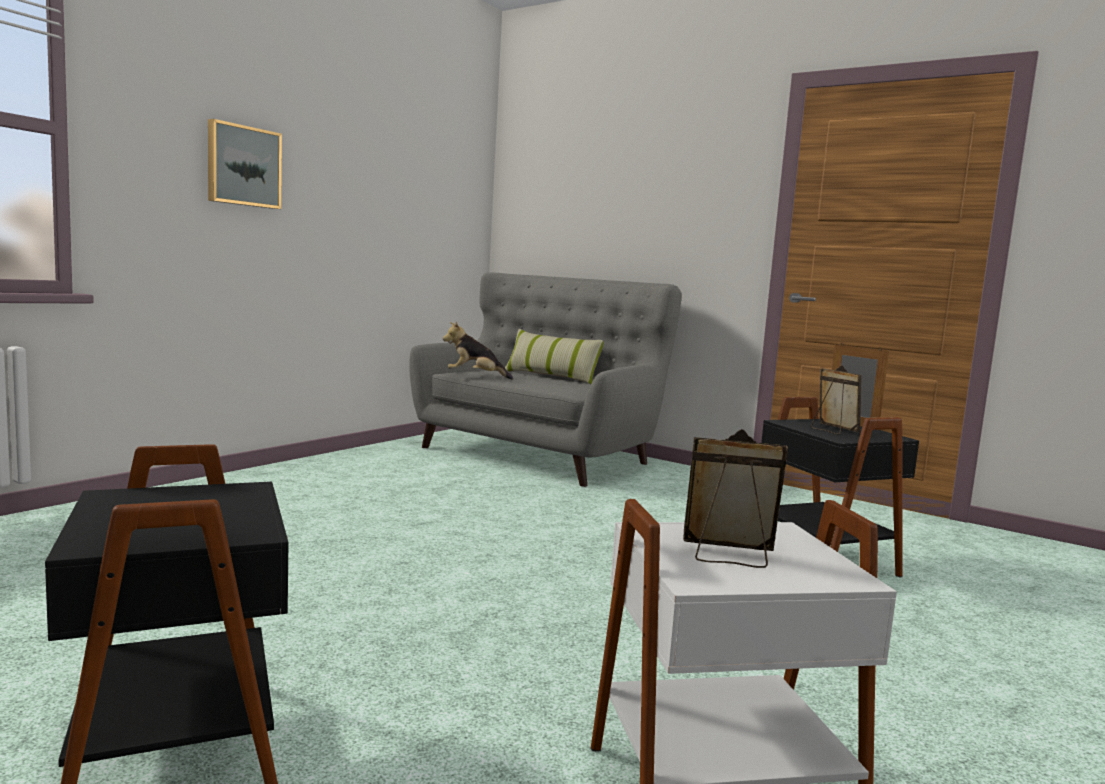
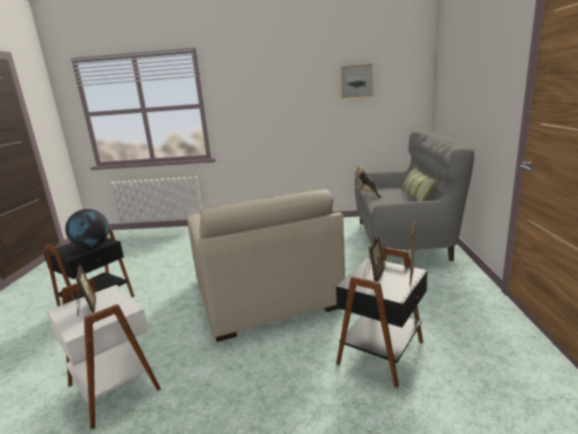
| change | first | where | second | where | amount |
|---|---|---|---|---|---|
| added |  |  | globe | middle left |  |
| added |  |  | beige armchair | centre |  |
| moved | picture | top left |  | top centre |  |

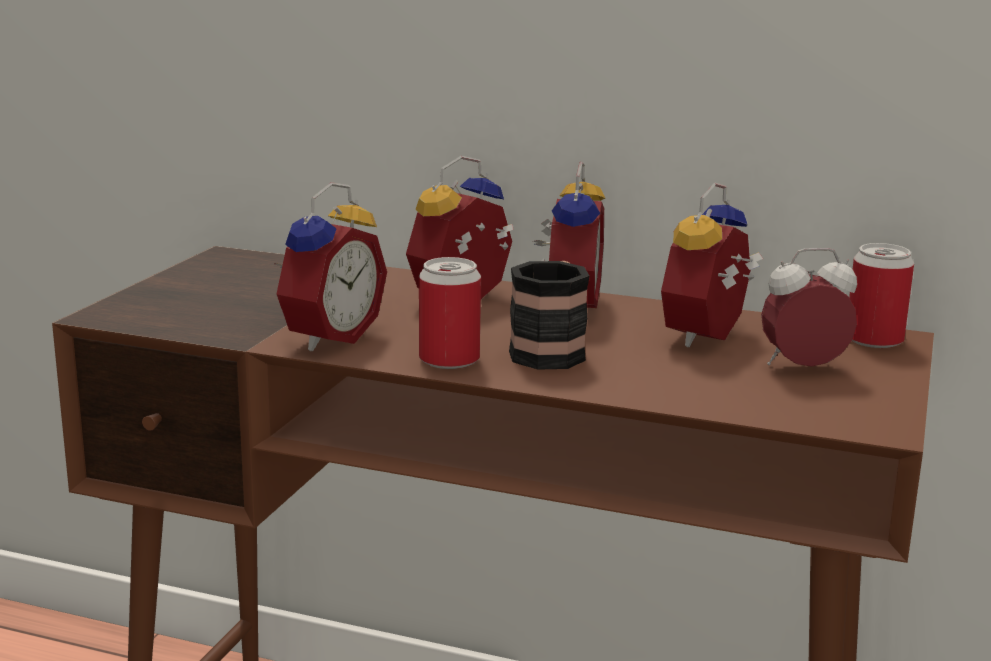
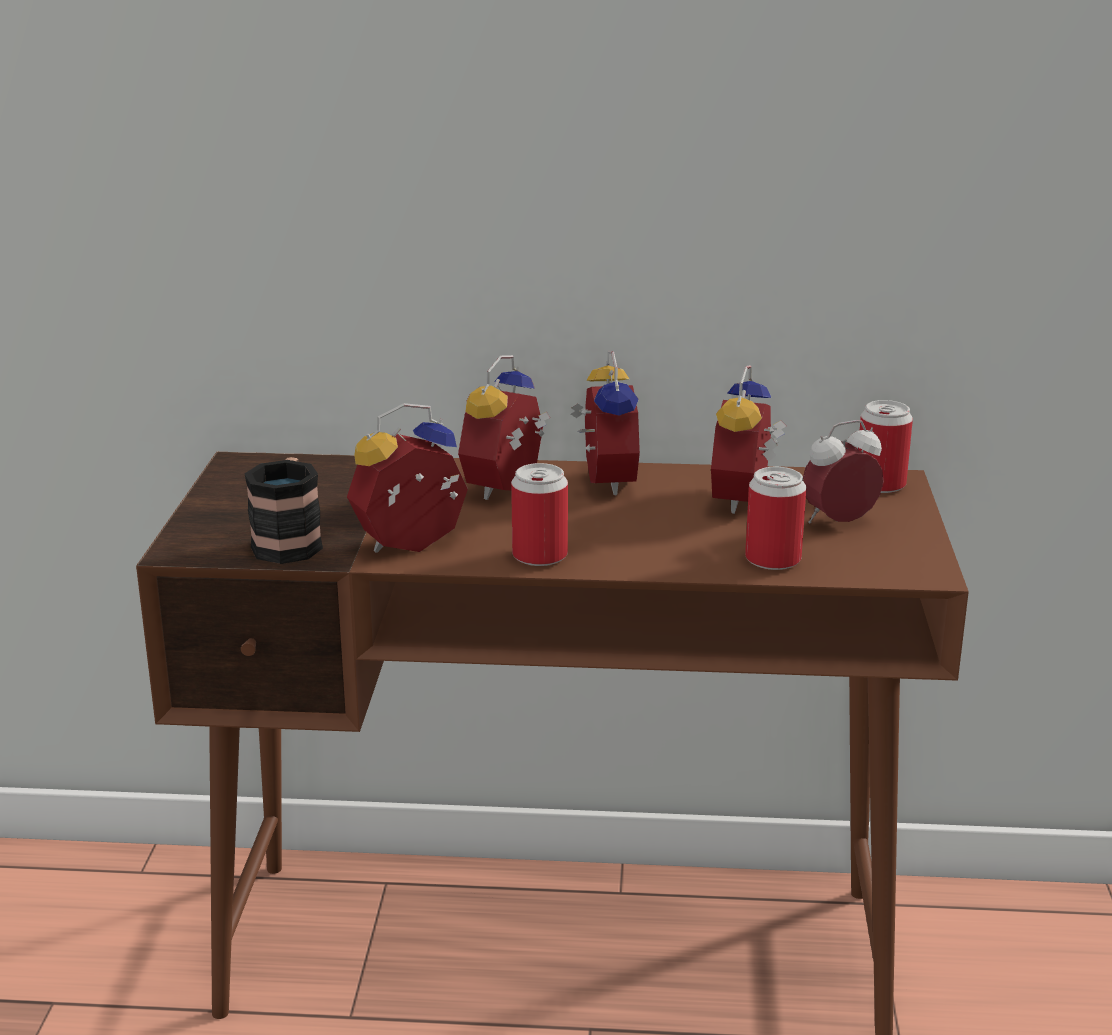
| change | first | where | second | where | amount |
|---|---|---|---|---|---|
| moved | mug | centre |  | middle left |  |
| turned | alarm clock (1st from left) | middle left |  | centre | 135 degrees counterclockwise |
| added |  |  | can (2nd from left) | middle right |  |

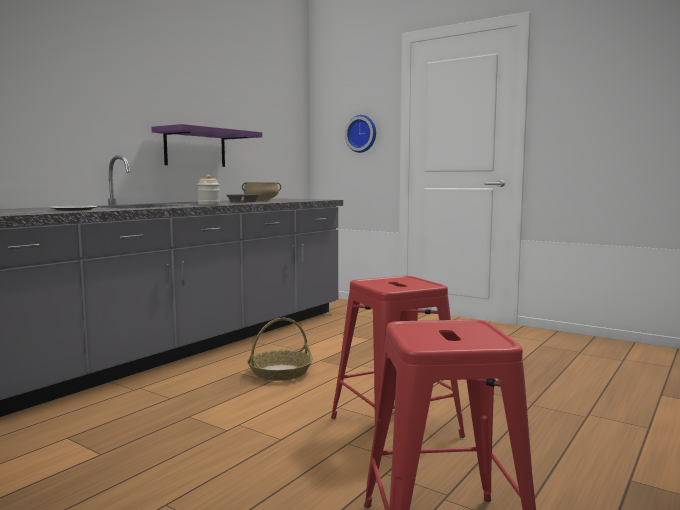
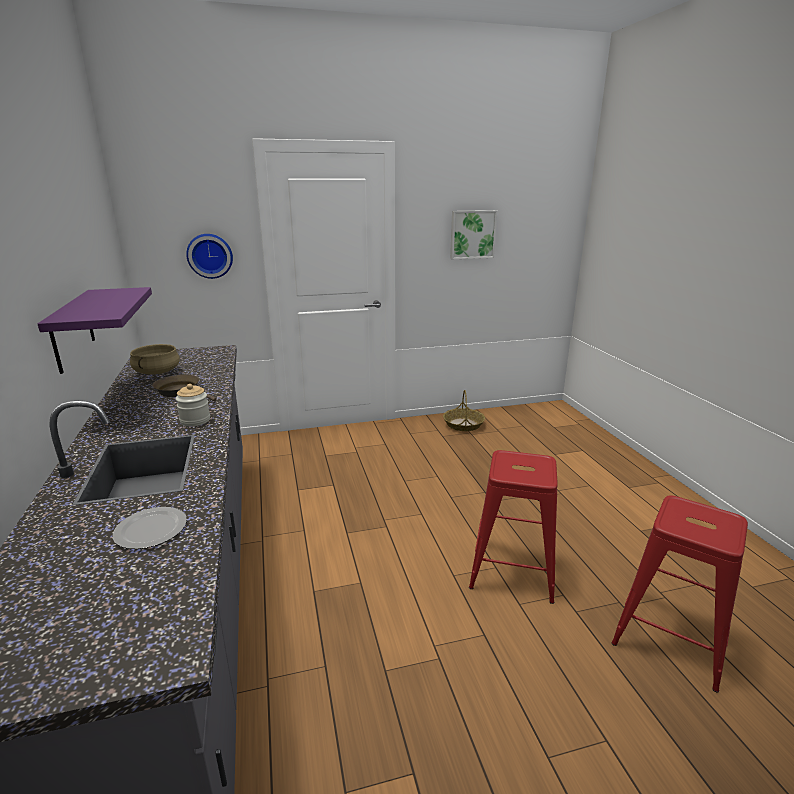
| change | first | where | second | where | amount |
|---|---|---|---|---|---|
| moved | basket | bottom centre |  | centre |  |
| added |  |  | picture | top centre |  |

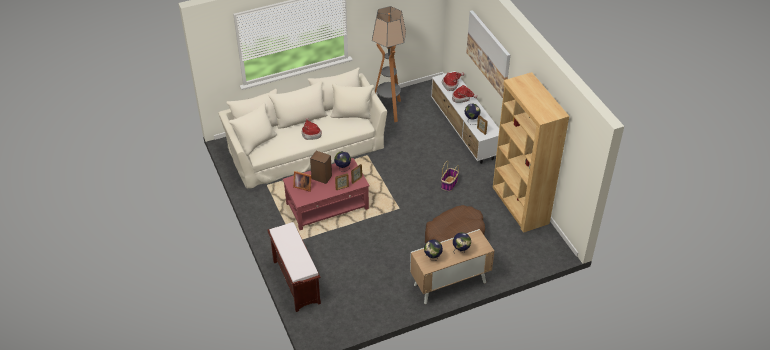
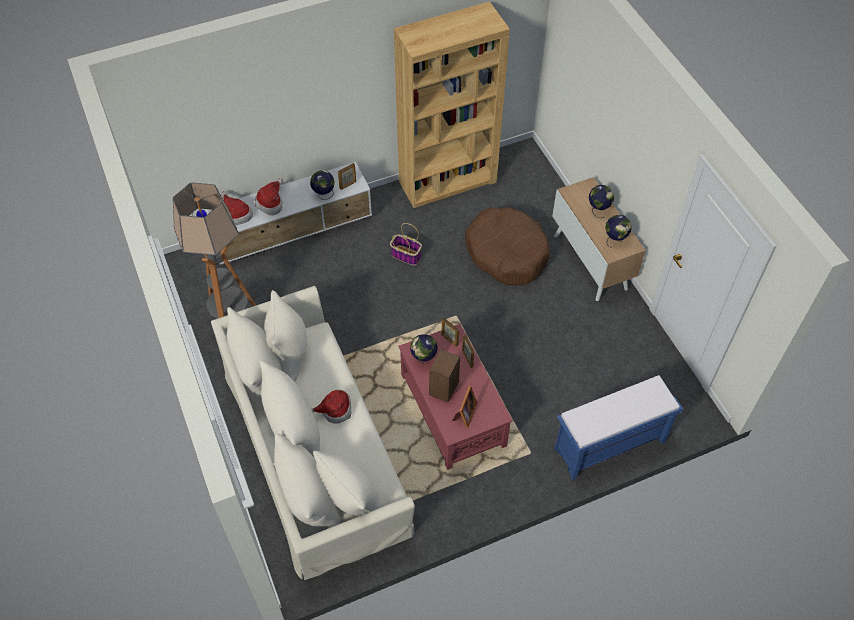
| change | first | where | second | where | amount |
|---|---|---|---|---|---|
| recoloured | brown bench | bottom centre | blue bench | bottom right |  |
| removed | picture | top centre |  |  |  |

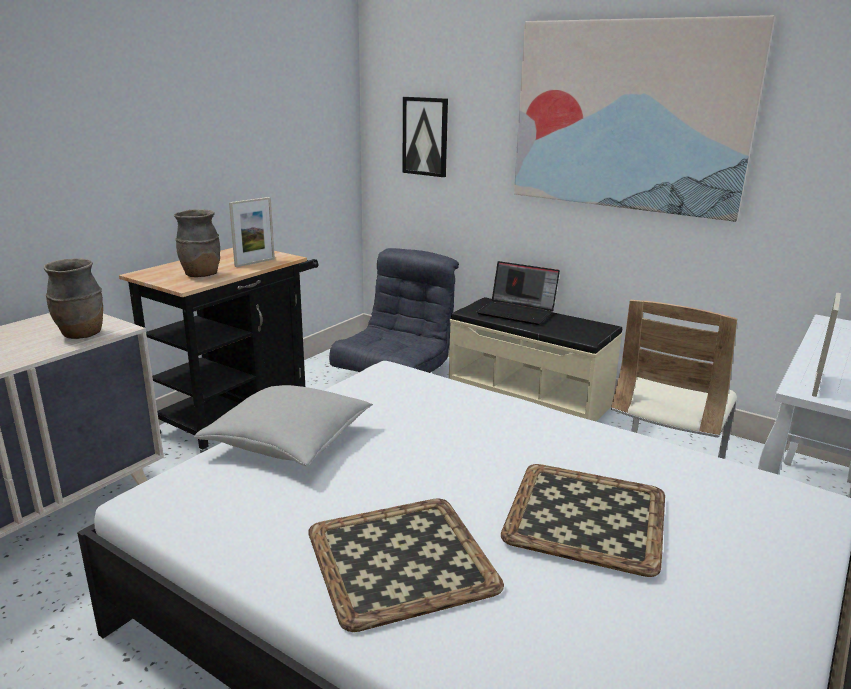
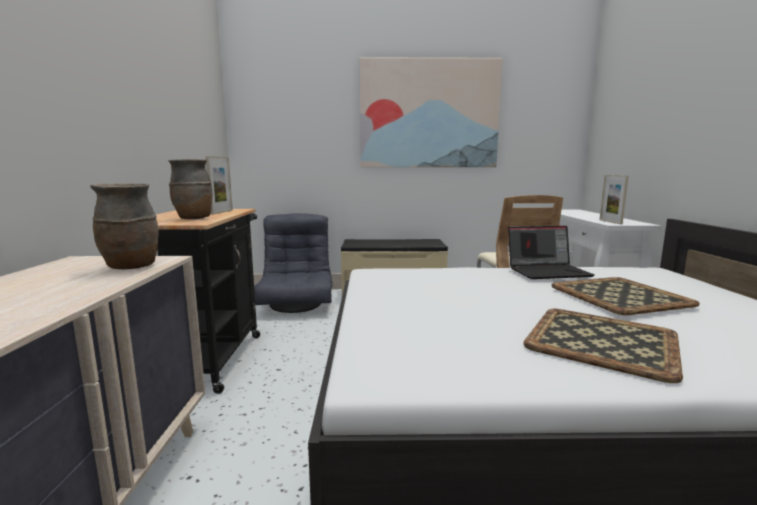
| change | first | where | second | where | amount |
|---|---|---|---|---|---|
| moved | laptop | centre |  | middle right |  |
| removed | grey pillow | middle left |  |  |  |
| removed | picture (1st from left) | top centre |  |  |  |

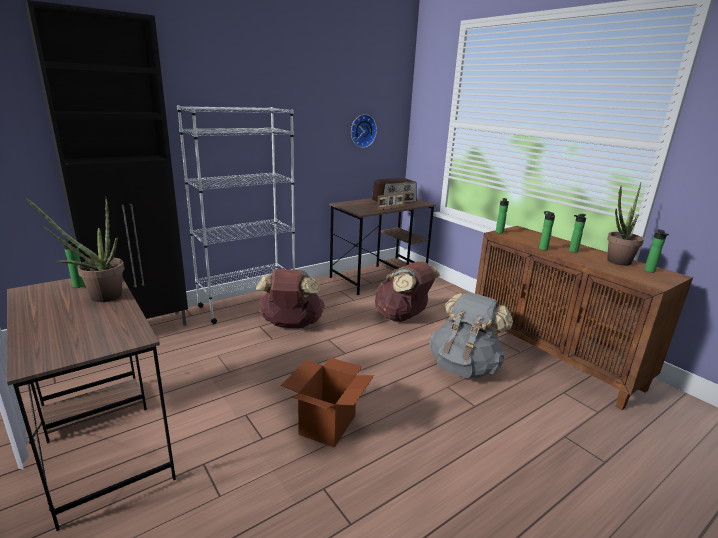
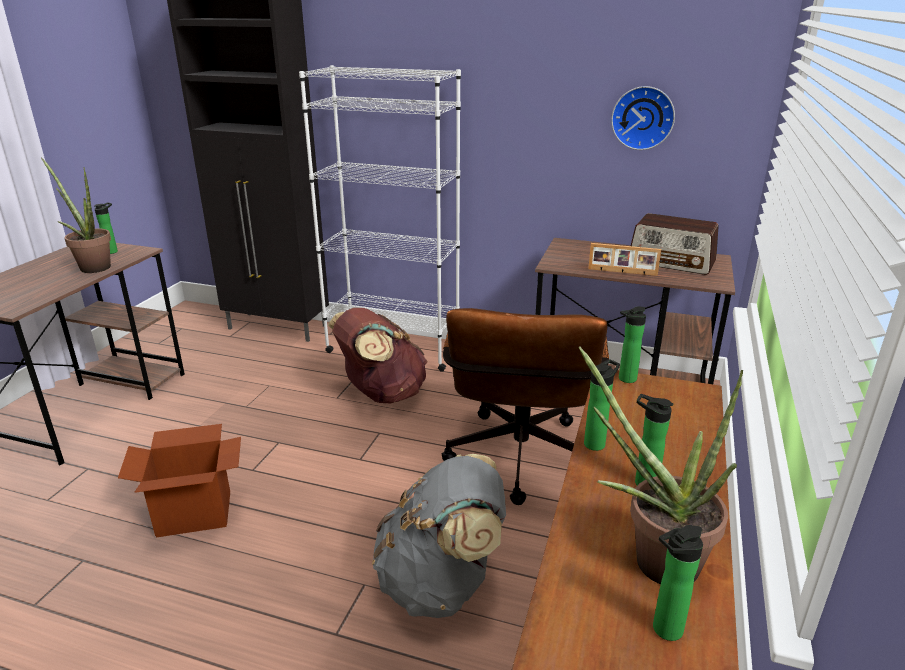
| change | first | where | second | where | amount |
|---|---|---|---|---|---|
| replaced | brown backpack (2nd from left) | centre | brown office chair | centre |  |

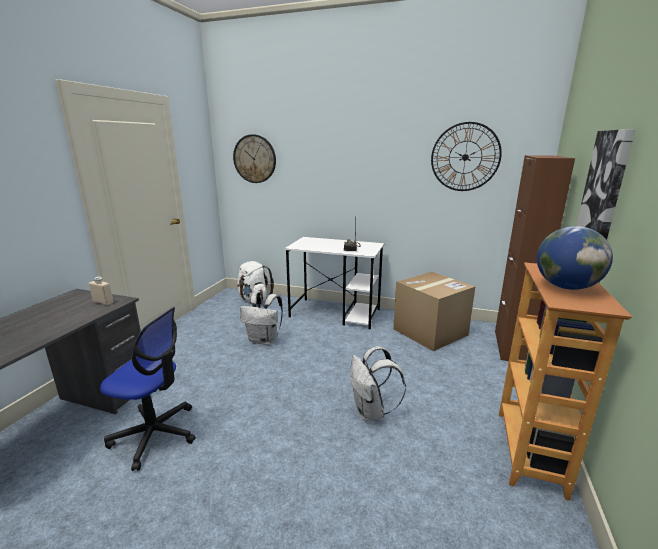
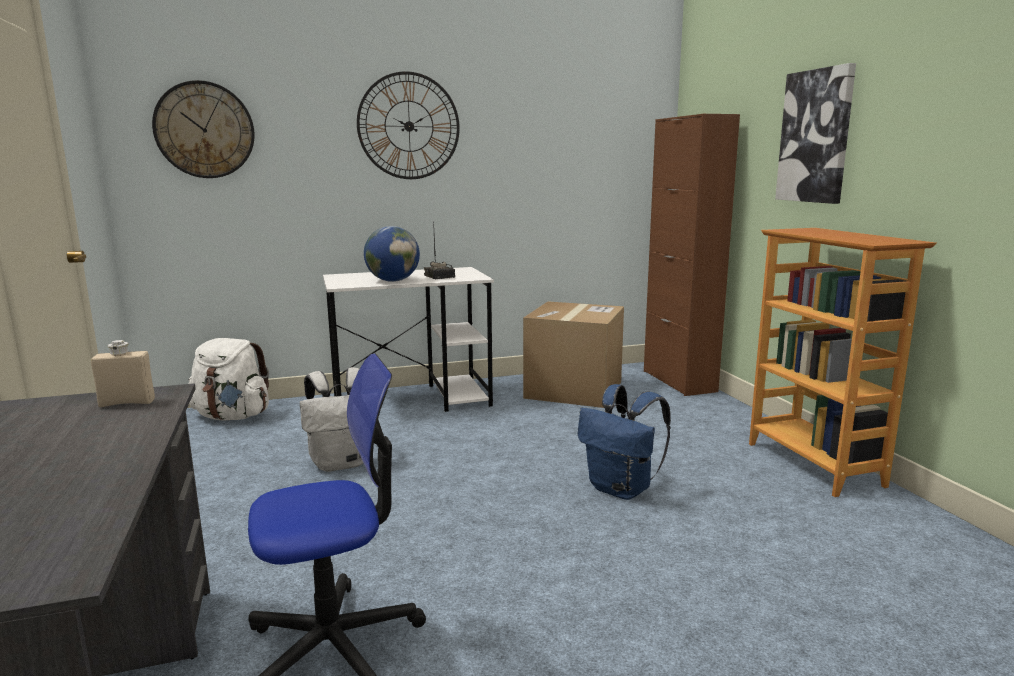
| change | first | where | second | where | amount |
|---|---|---|---|---|---|
| moved | wall clock (2nd from left) | top right |  | top centre |  |
| moved | globe | middle right |  | centre |  |
| recoloured | white backpack (3rd from left) | bottom centre | blue backpack | centre |  |

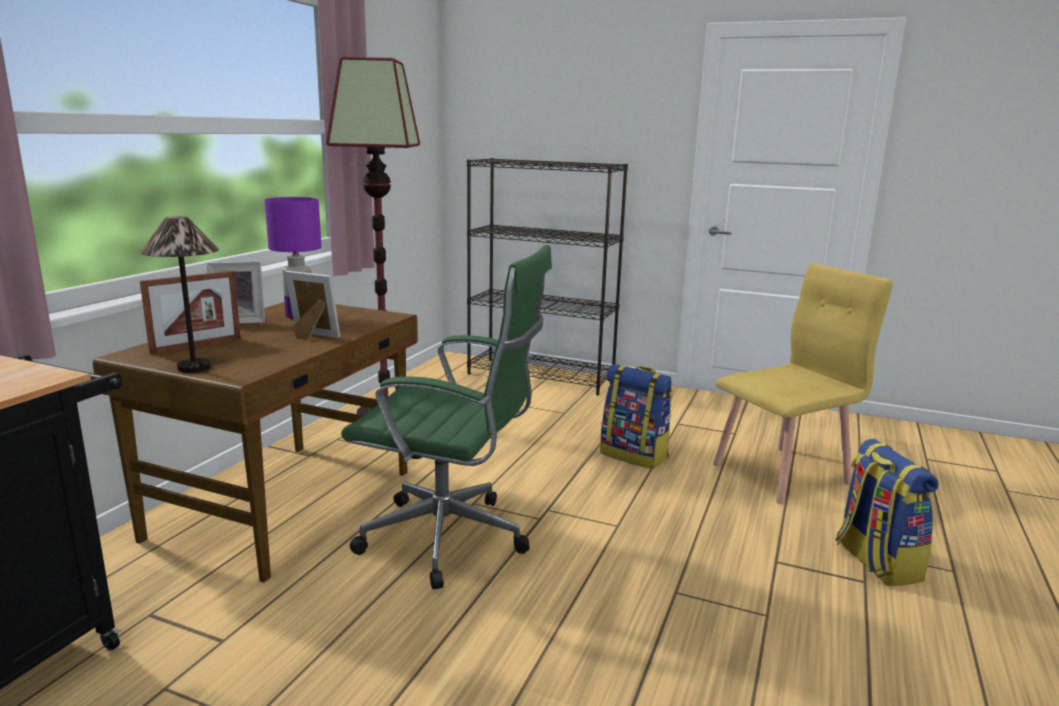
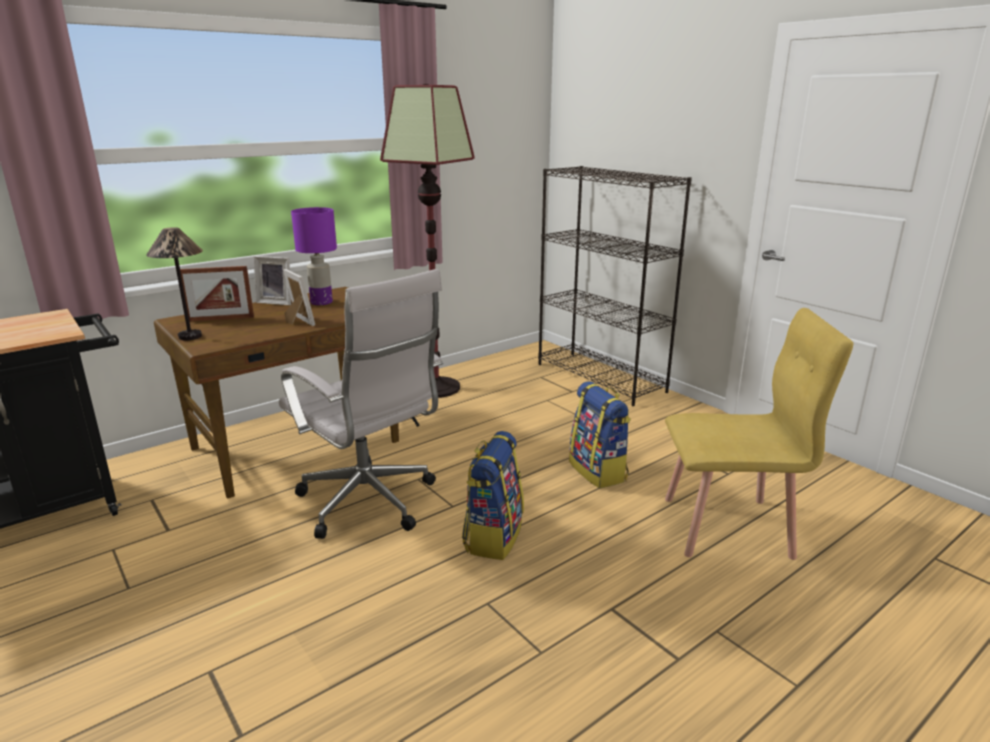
| change | first | where | second | where | amount |
|---|---|---|---|---|---|
| recoloured | green office chair | centre | white office chair | centre |  |
| moved | backpack (2nd from left in the first image) | bottom right | backpack (1st from left) | bottom centre |  |

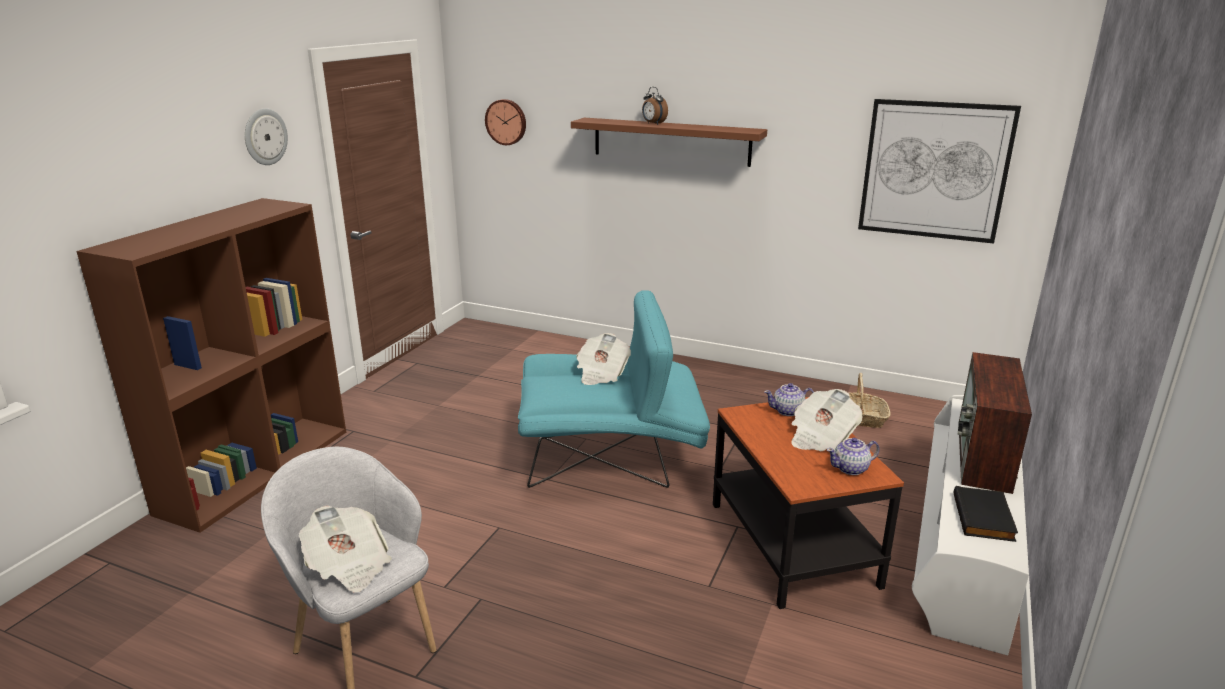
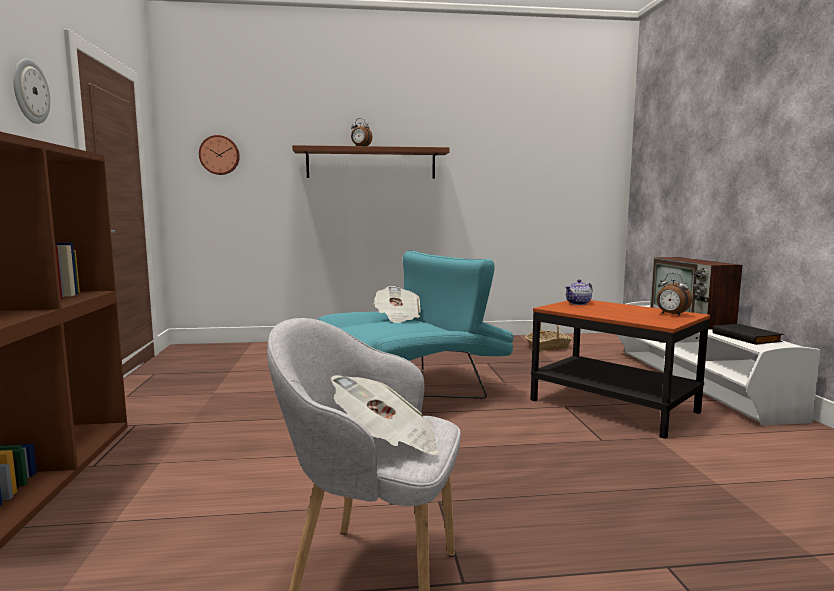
| change | first | where | second | where | amount |
|---|---|---|---|---|---|
| replaced | teapot (2nd from left) | middle right | alarm clock (2nd from left) | middle right |  |
| removed | newspaper (3rd from left) | middle right |  |  |  |
| removed | picture | top right |  |  |  |

